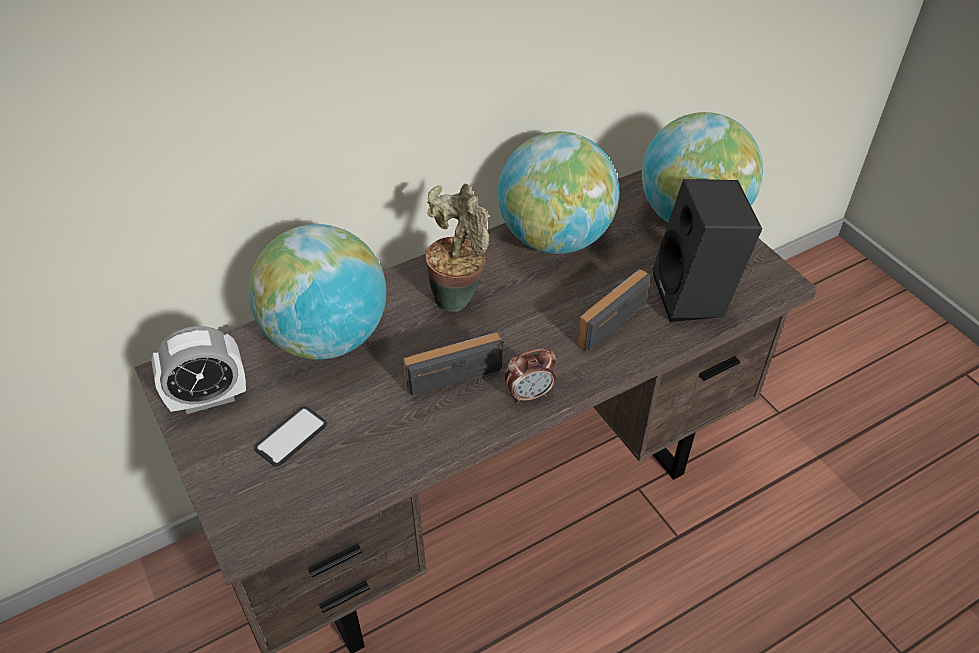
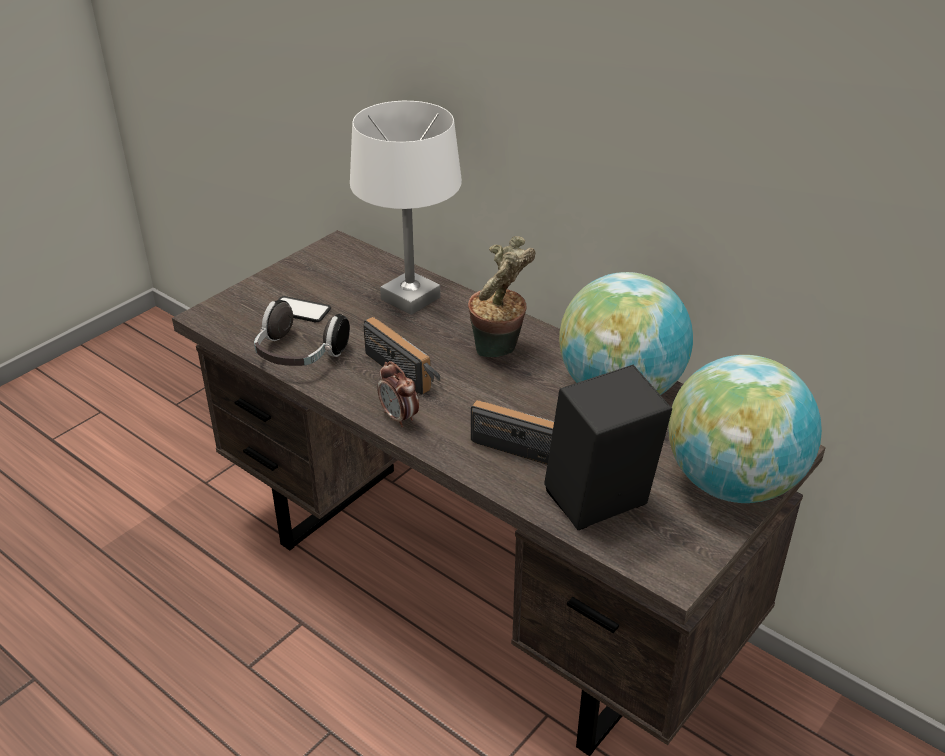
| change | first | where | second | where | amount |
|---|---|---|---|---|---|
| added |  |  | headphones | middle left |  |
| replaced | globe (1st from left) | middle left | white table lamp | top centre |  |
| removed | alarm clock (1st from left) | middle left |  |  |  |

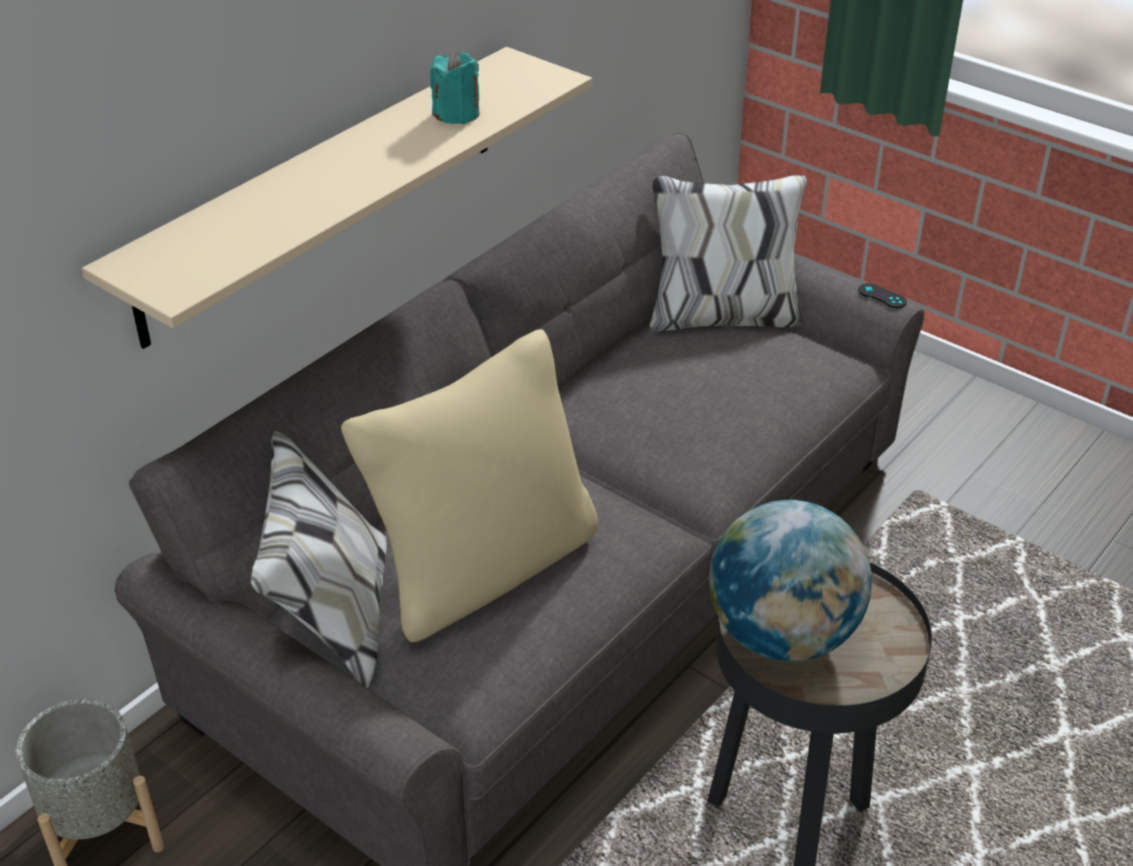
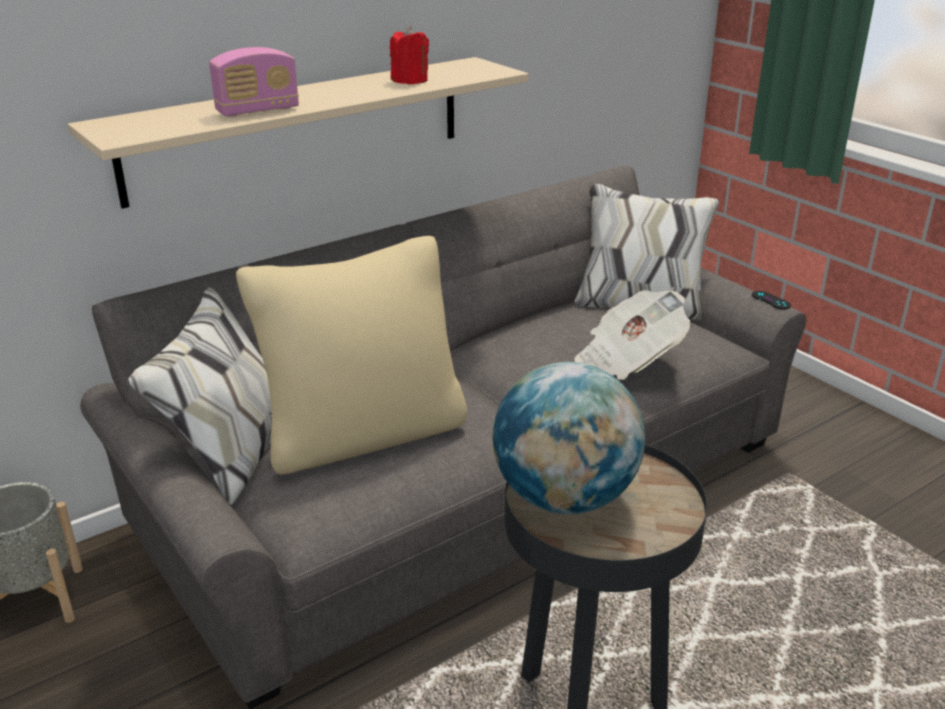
| change | first | where | second | where | amount |
|---|---|---|---|---|---|
| added |  |  | radio | top left |  |
| recoloured | turquoise candle | top centre | red candle | top centre |  |
| added |  |  | newspaper | middle right |  |

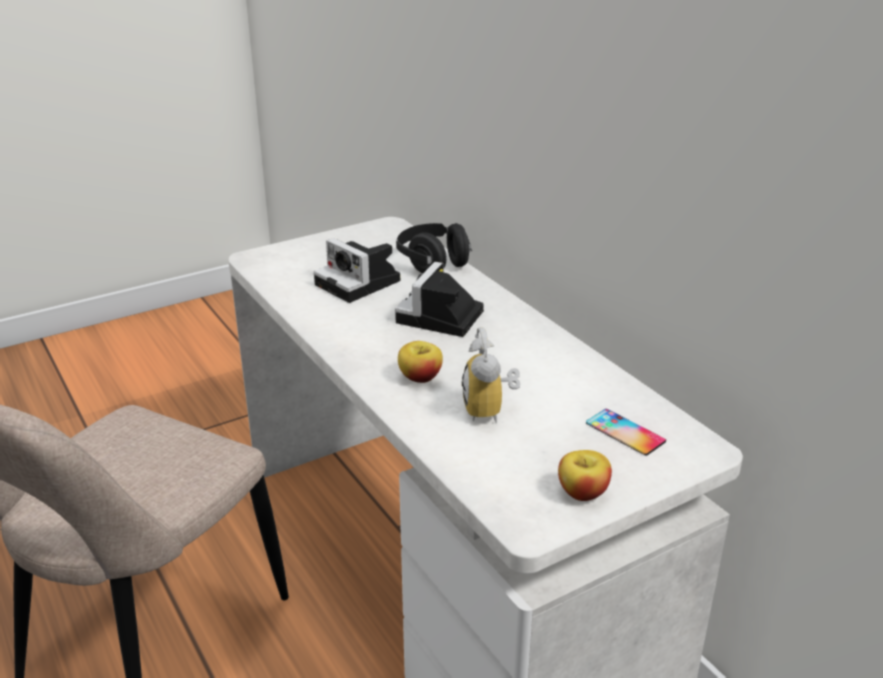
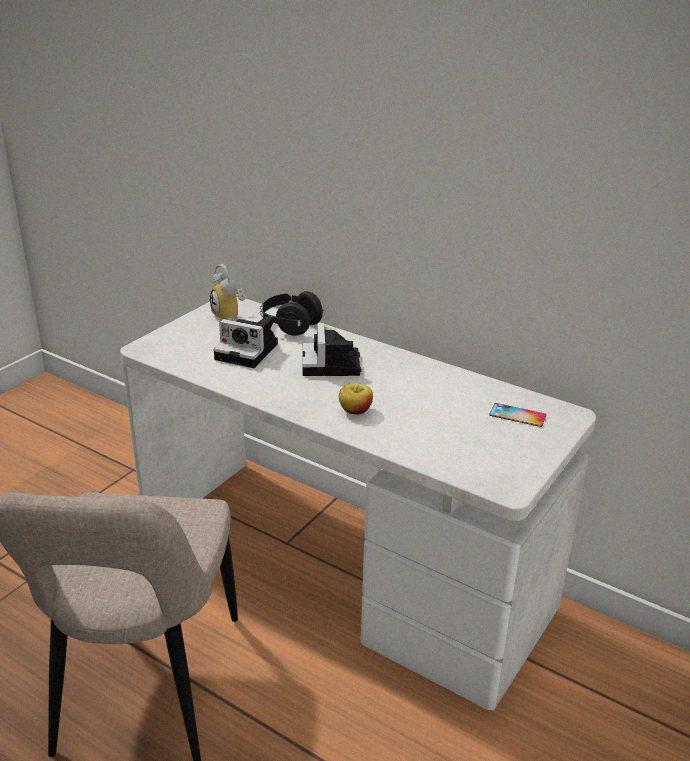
| change | first | where | second | where | amount |
|---|---|---|---|---|---|
| moved | alarm clock | centre |  | middle left |  |
| removed | apple (2nd from left) | bottom centre |  |  |  |

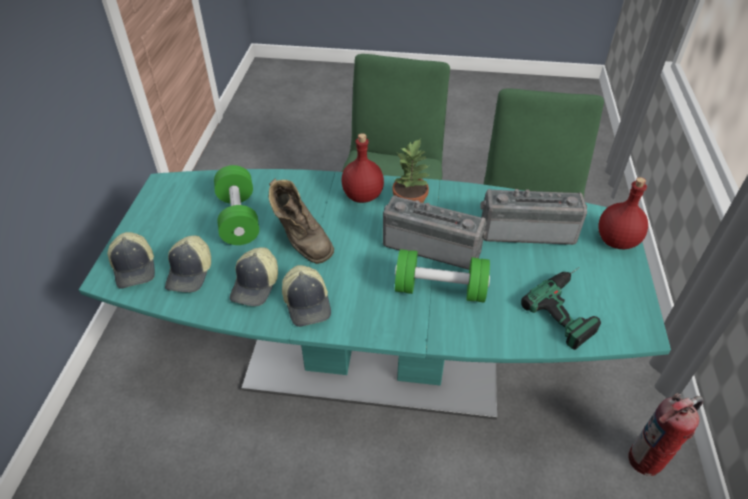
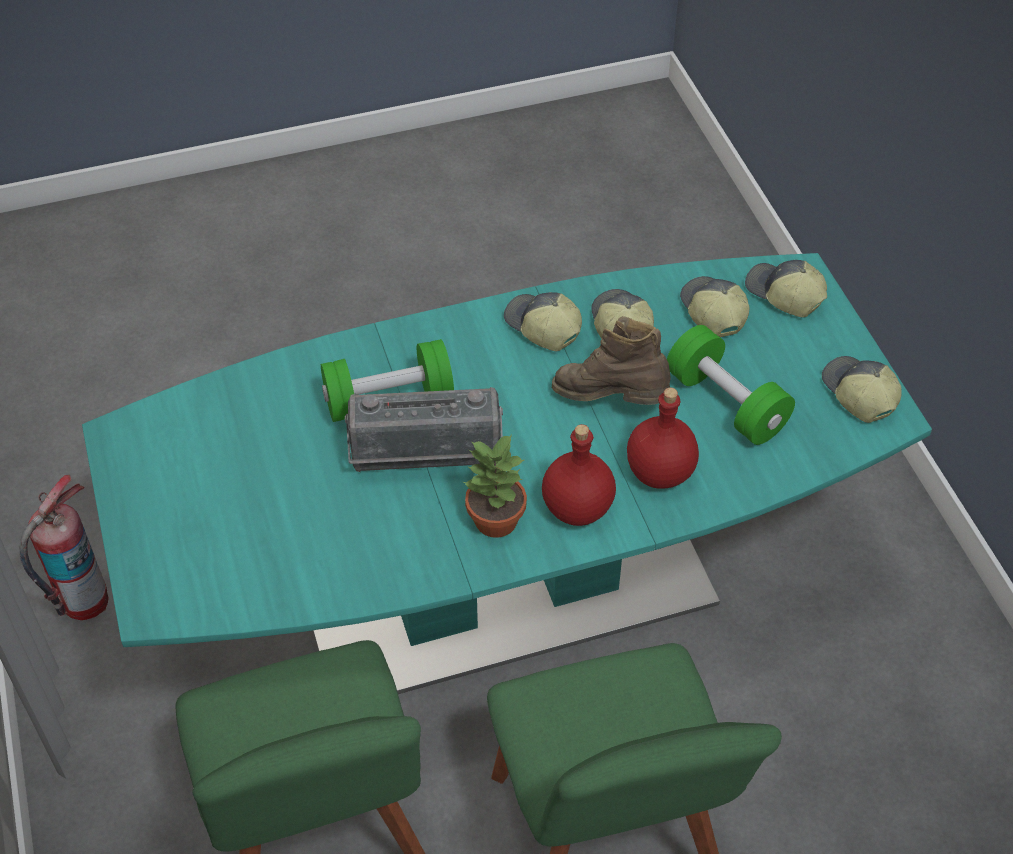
| change | first | where | second | where | amount |
|---|---|---|---|---|---|
| moved | red bottle (2nd from left) | middle right |  | centre |  |
| added |  |  | cap (5th from left) | middle right |  |
| removed | radio (2nd from left) | middle right |  |  |  |
| removed | power drill | middle right |  |  |  |

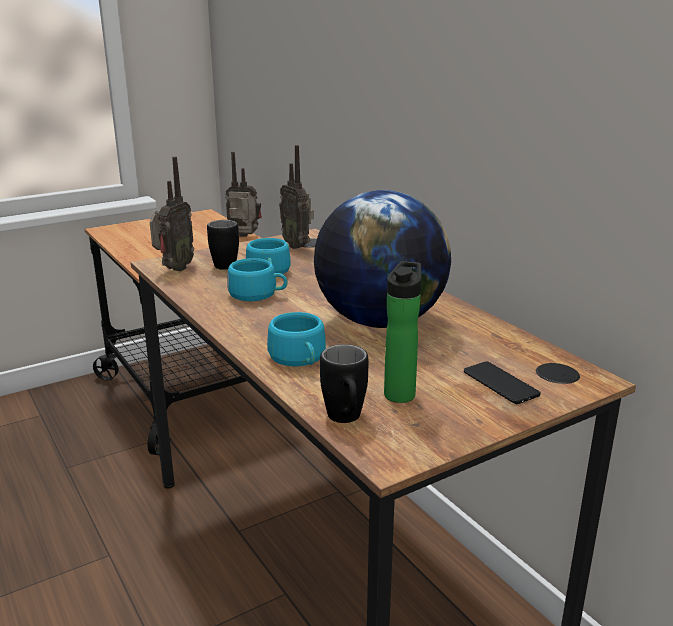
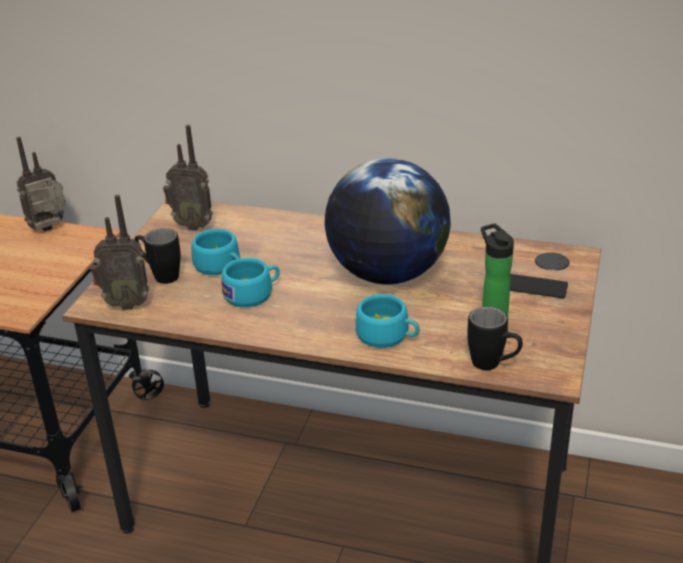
| change | first | where | second | where | amount |
|---|---|---|---|---|---|
| turned | radio (1st from left in the first image) | middle left | radio (2nd from left) | middle left | 105 degrees clockwise |

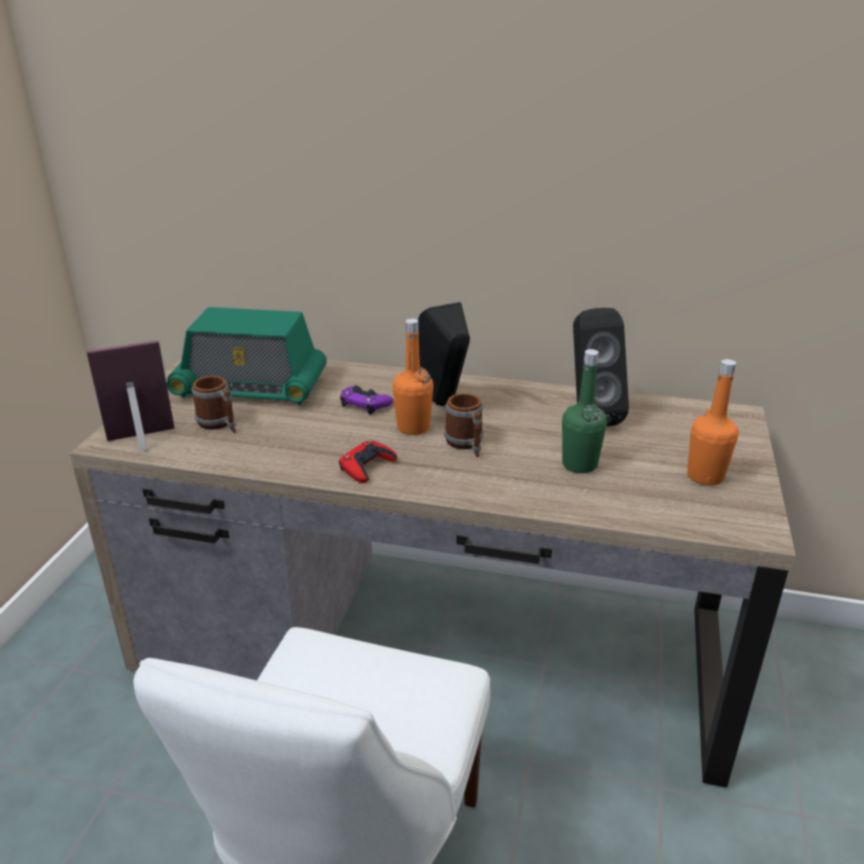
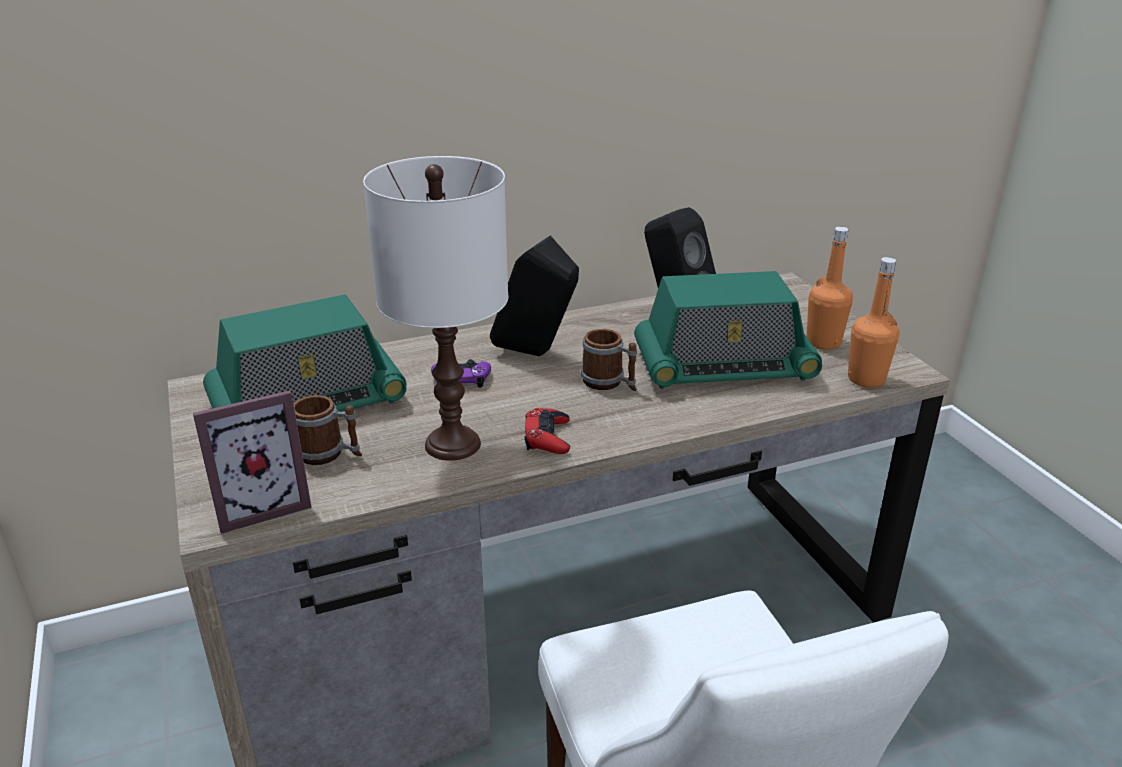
| change | first | where | second | where | amount |
|---|---|---|---|---|---|
| turned | picture frame | middle left |  | middle left | 150 degrees counterclockwise |
| added |  |  | white table lamp | centre |  |
| replaced | green bottle | middle right | radio (2nd from left) | centre |  |
| moved | orange bottle (1st from left in the first image) | centre | orange bottle (2nd from left) | middle right |  |

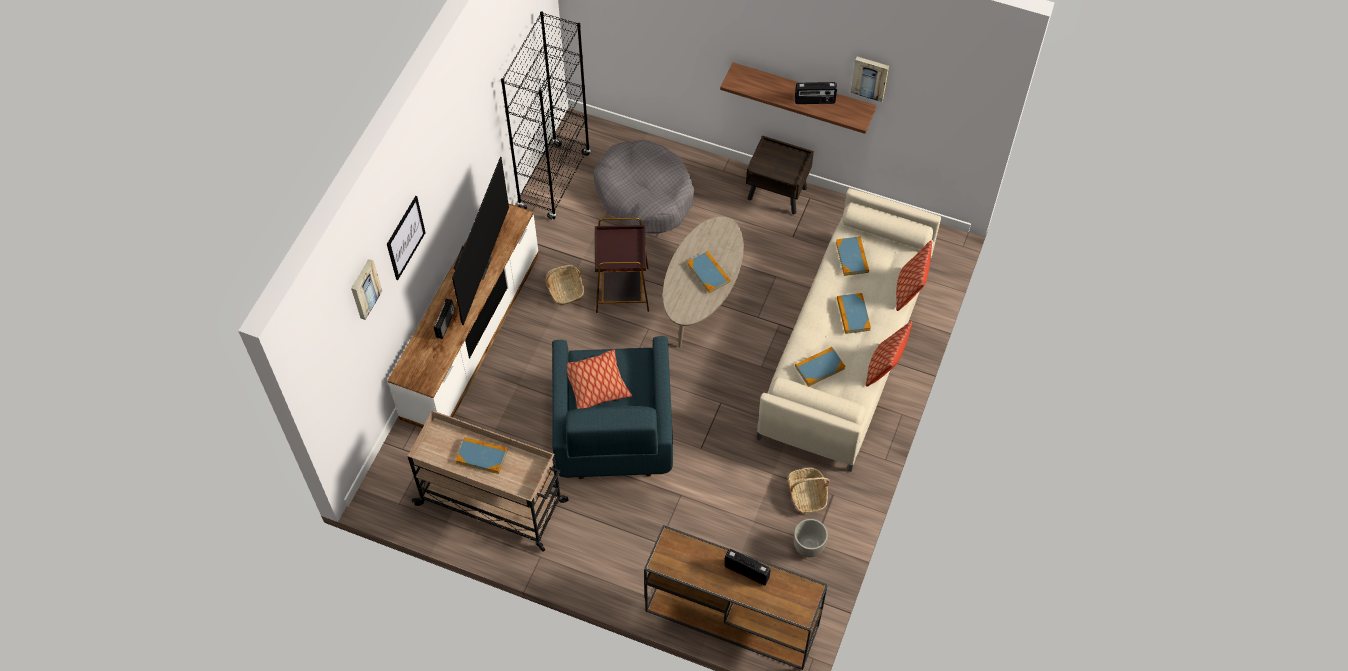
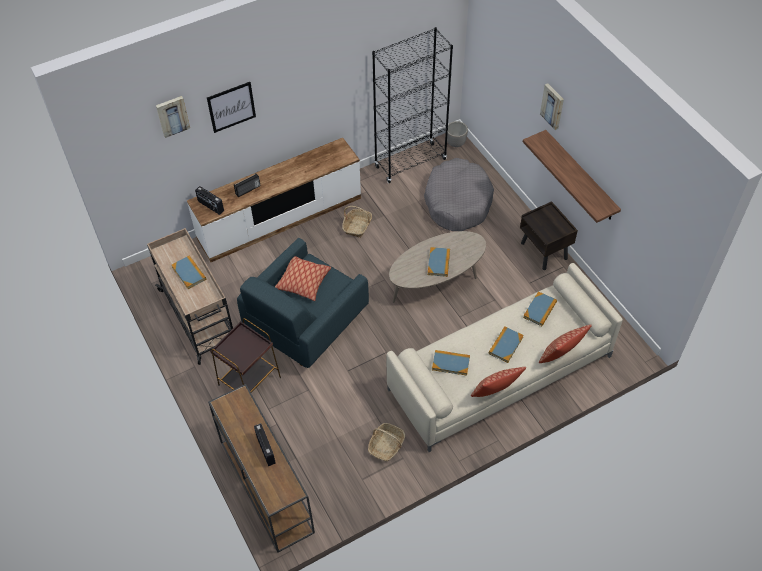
| change | first | where | second | where | amount |
|---|---|---|---|---|---|
| moved | radio (3rd from left in the first image) | top centre | radio (1st from left) | middle left |  |
| moved | brown side table | centre |  | middle left |  |
| moved | planter | bottom centre |  | top centre |  |
| moved | picture (3rd from left) | top centre |  | top right |  |
| removed | television | centre |  |  |  |

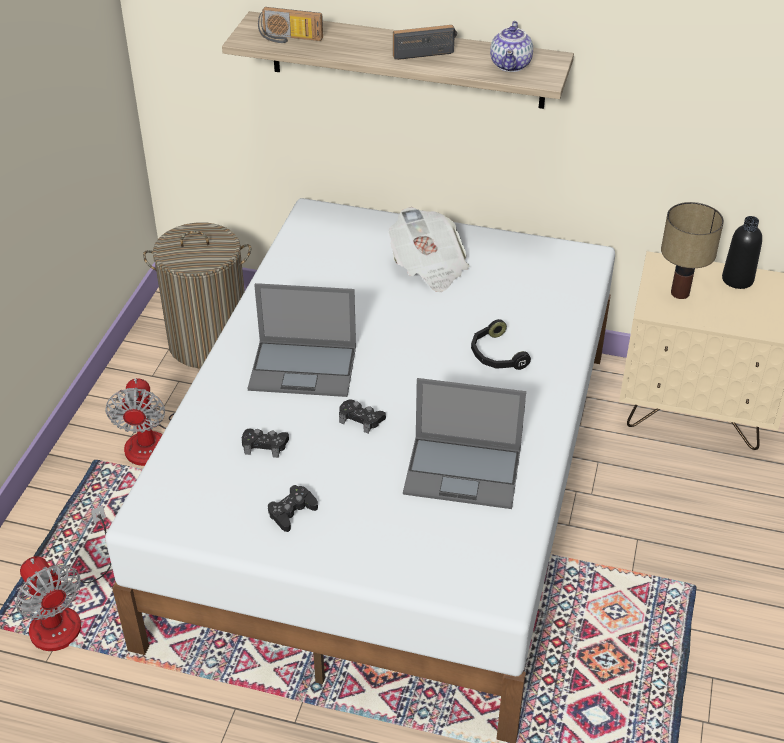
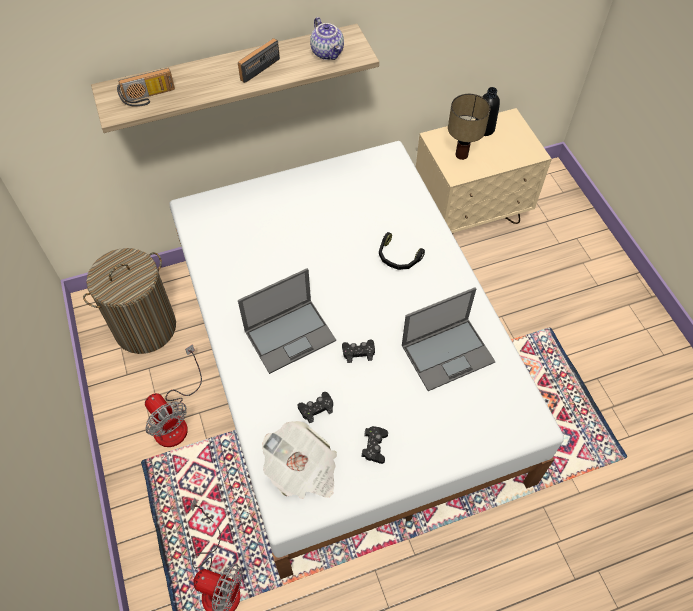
| change | first | where | second | where | amount |
|---|---|---|---|---|---|
| moved | newspaper | centre |  | bottom centre |  |

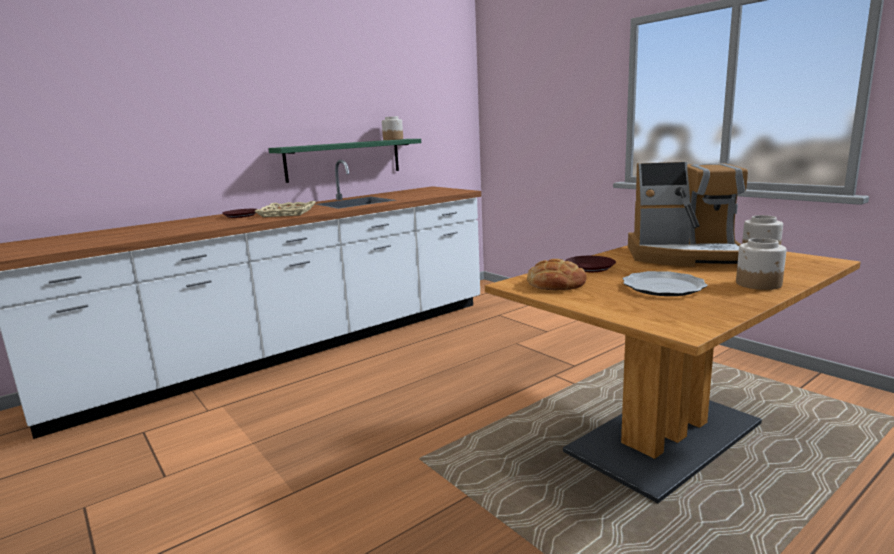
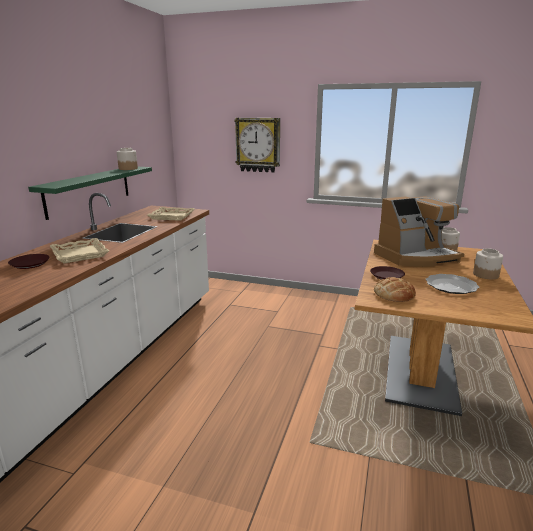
| change | first | where | second | where | amount |
|---|---|---|---|---|---|
| added |  |  | beige tray (2nd from left) | middle left |  |
| added |  |  | wall clock | top centre |  |

